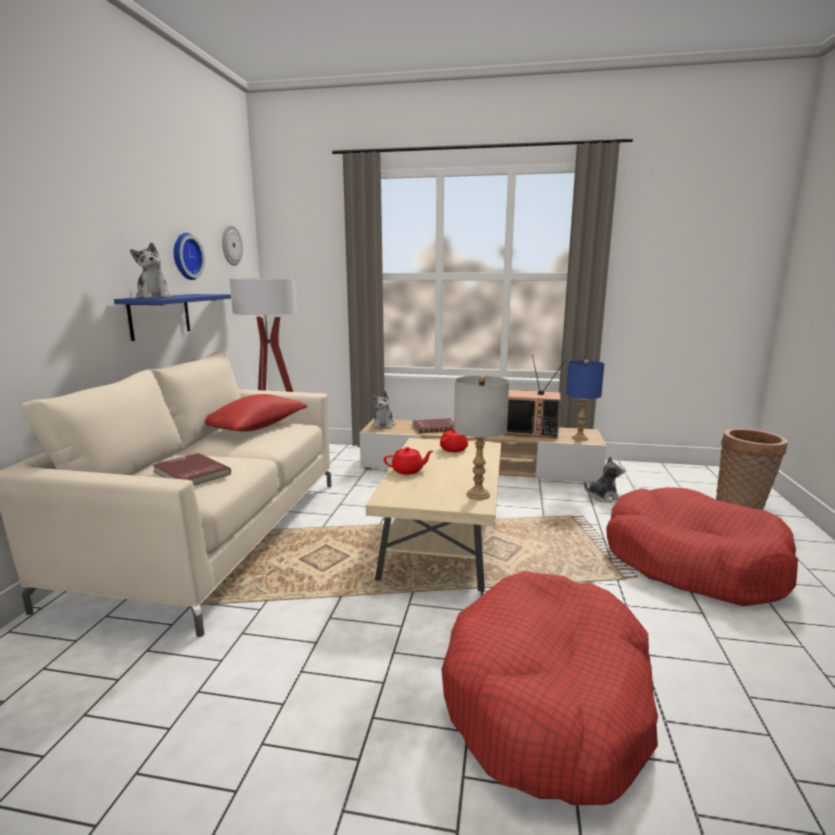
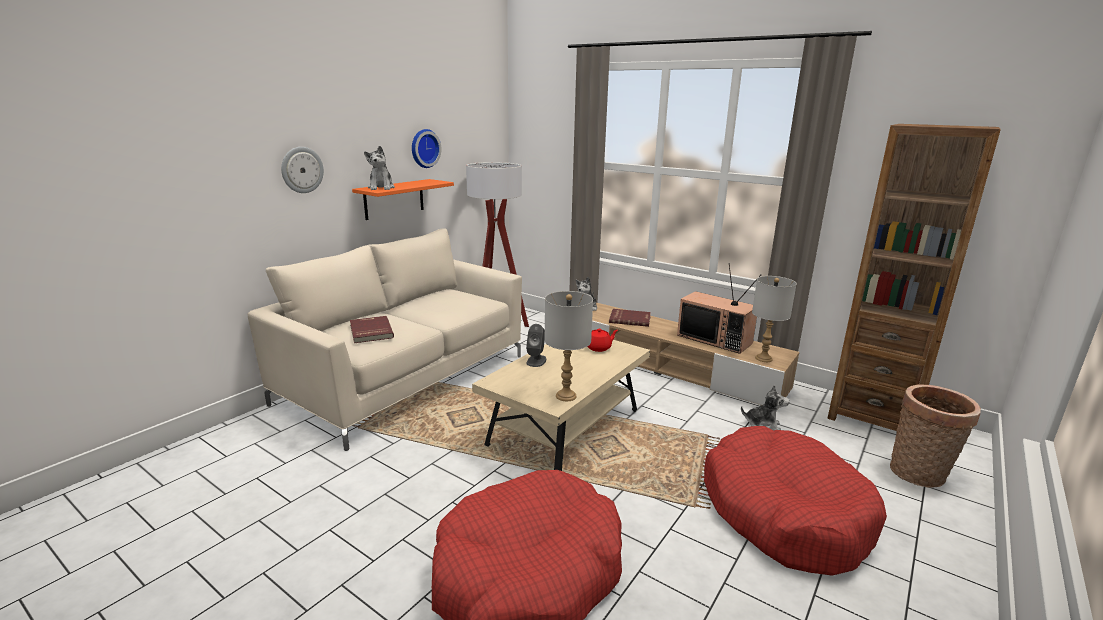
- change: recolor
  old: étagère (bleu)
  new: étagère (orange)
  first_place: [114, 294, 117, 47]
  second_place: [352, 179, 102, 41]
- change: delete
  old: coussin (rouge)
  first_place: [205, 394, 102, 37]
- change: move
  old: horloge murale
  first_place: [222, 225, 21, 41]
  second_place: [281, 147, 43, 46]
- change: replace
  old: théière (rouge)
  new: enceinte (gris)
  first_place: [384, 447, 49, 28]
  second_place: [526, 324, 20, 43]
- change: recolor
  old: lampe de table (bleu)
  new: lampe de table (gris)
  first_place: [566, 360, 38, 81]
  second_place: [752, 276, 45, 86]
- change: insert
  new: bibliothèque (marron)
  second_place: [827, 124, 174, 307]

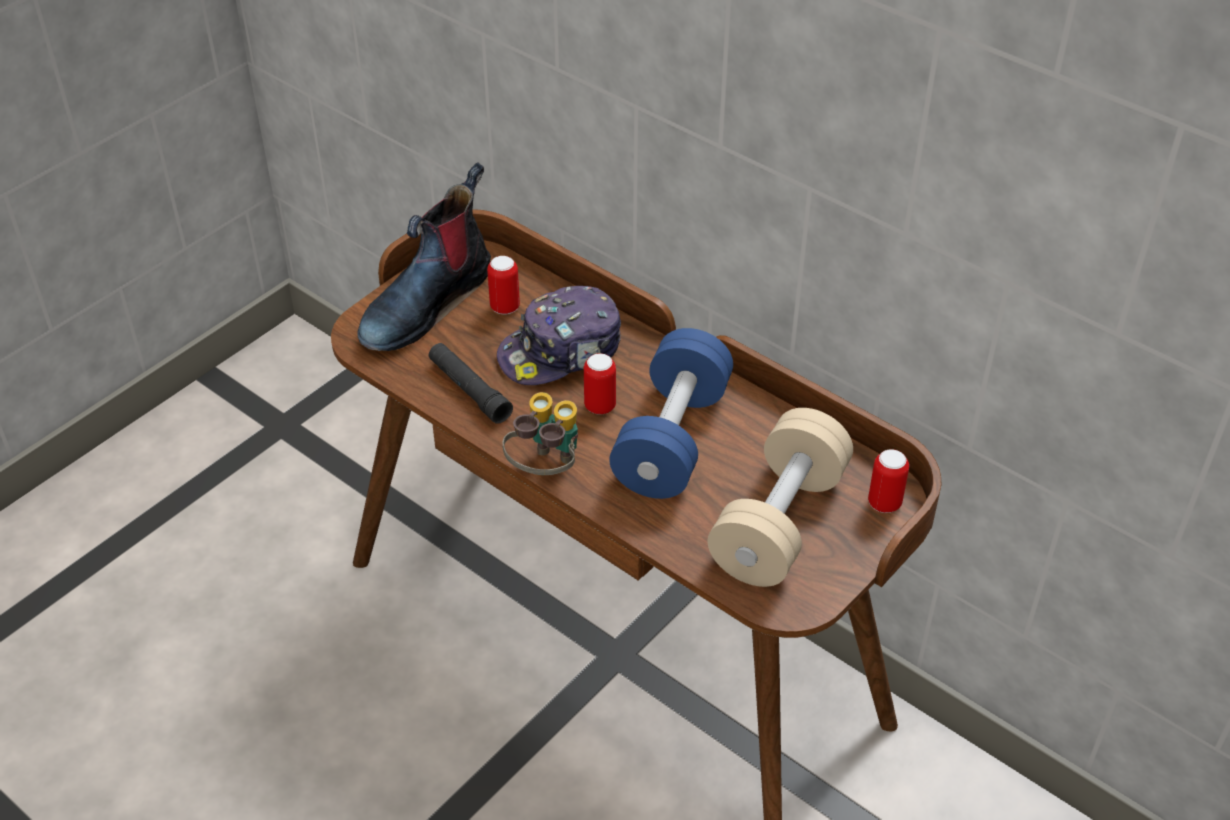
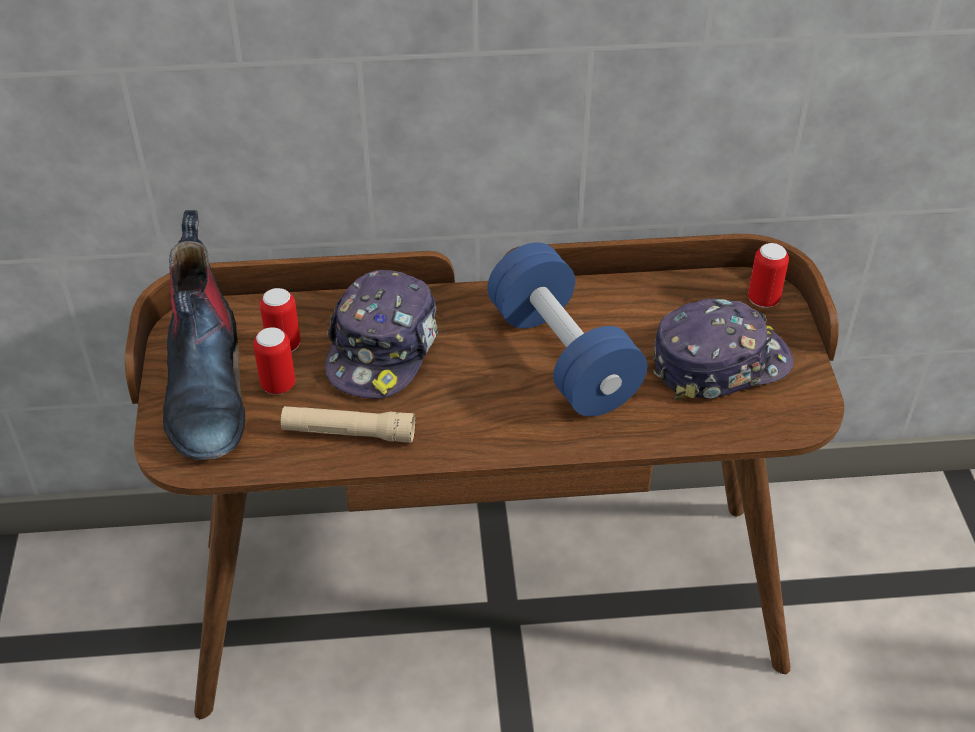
- change: recolor
  old: lampe de poche (noir)
  new: lampe de poche (beige)
  first_place: [429, 343, 84, 81]
  second_place: [281, 406, 134, 37]
- change: delete
  old: jumelles
  first_place: [503, 392, 75, 83]
- change: move
  old: boîte métallique
  first_place: [584, 353, 32, 62]
  second_place: [253, 327, 42, 67]
- change: replace
  old: haltère (beige)
  new: casquette
  first_place: [707, 408, 146, 179]
  second_place: [653, 298, 141, 102]

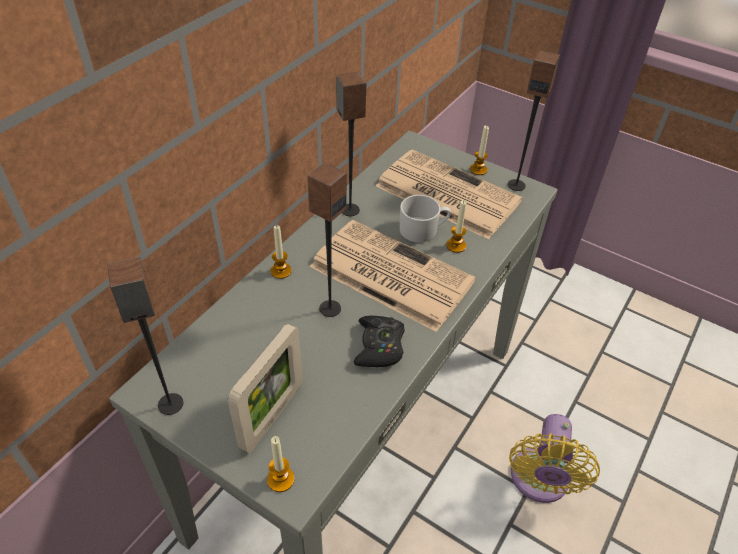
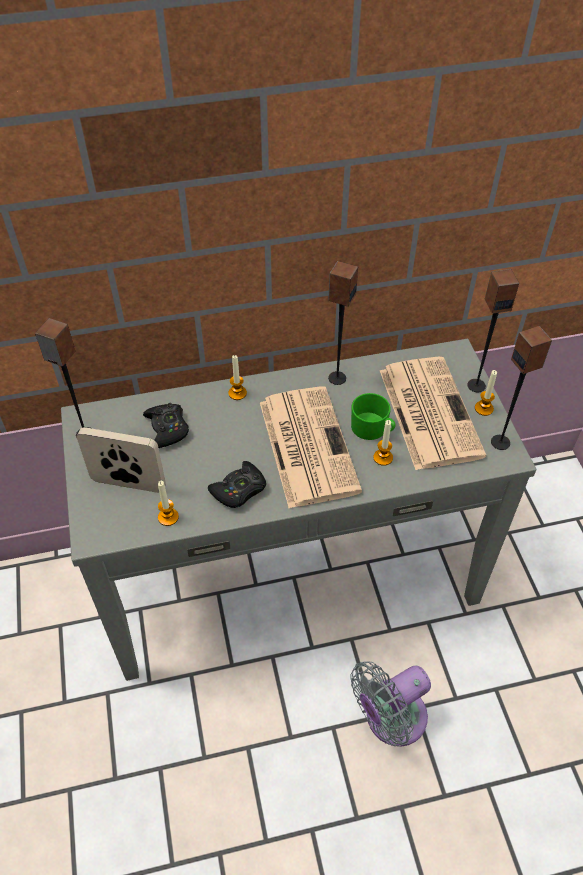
- change: rotate
  old: cadre photo
  first_place: [228, 324, 74, 129]
  second_place: [77, 427, 89, 66]
  degrees: -150
- change: move
  old: bougie
  first_place: [267, 436, 27, 56]
  second_place: [158, 481, 21, 45]
- change: move
  old: enceinte
  first_place: [307, 163, 40, 154]
  second_place: [467, 269, 52, 123]
- change: recolor
  old: mug (blanc)
  new: mug (vert)
  first_place: [400, 195, 51, 48]
  second_place: [351, 393, 44, 47]
- change: recolor
  old: ventilateur (jaune)
  new: ventilateur (gris)
  first_place: [509, 414, 91, 89]
  second_place: [351, 661, 80, 86]
- change: insert
  new: manette (noir)
  second_place: [143, 403, 46, 45]

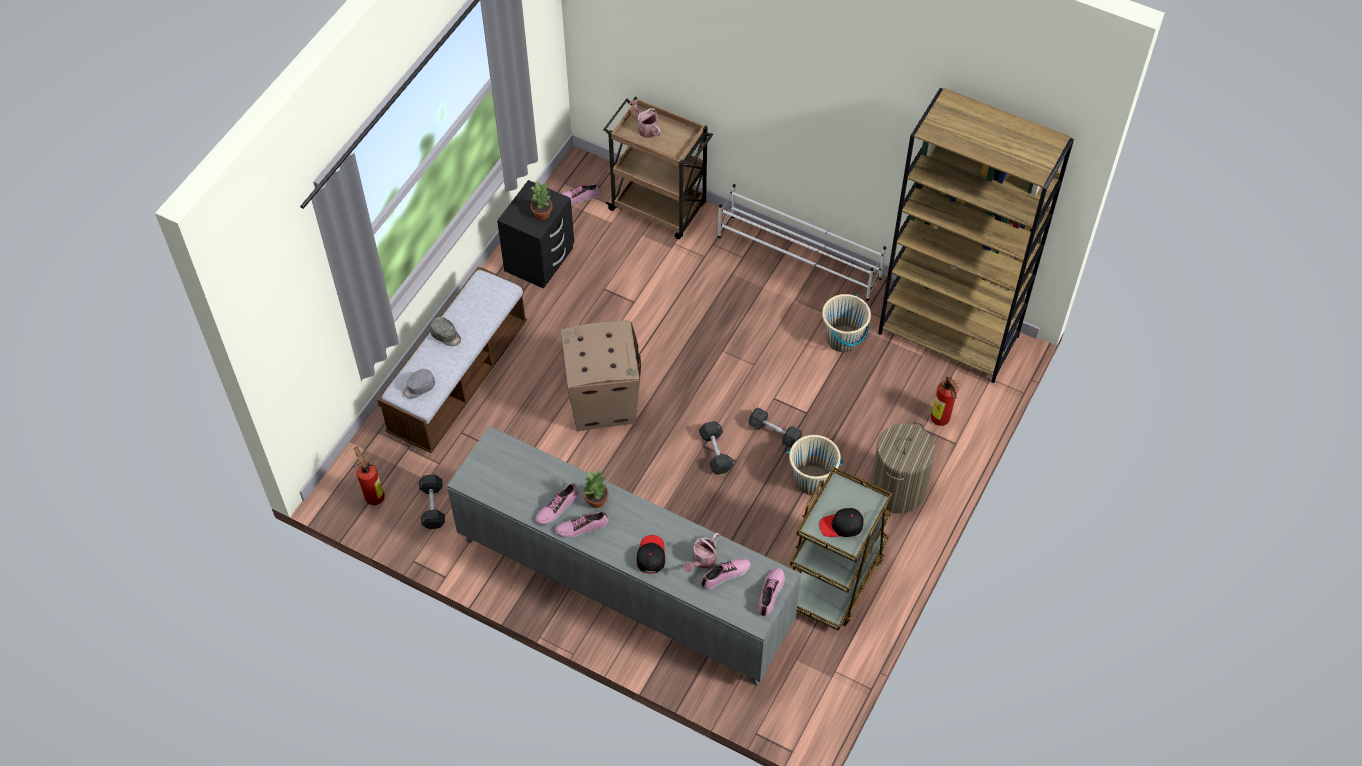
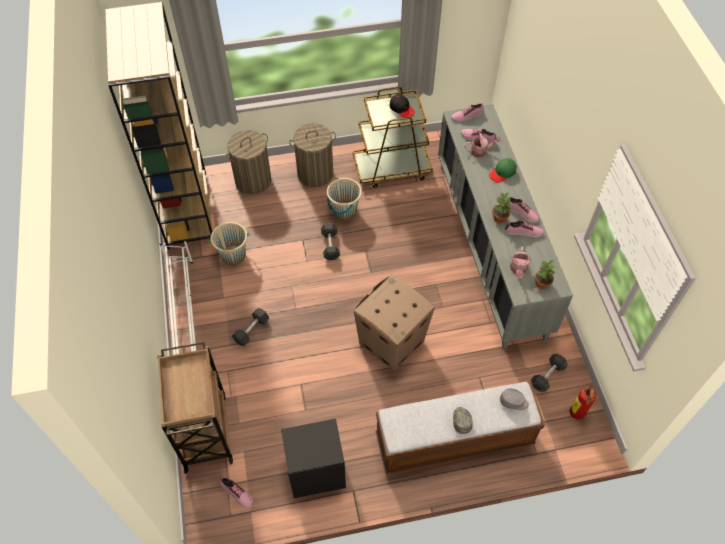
- change: move
  old: plante en pot
  first_place: [530, 181, 22, 39]
  second_place: [535, 260, 22, 29]
- change: move
  old: arrosoir
  first_place: [629, 99, 32, 39]
  second_place: [510, 247, 21, 31]
- change: recolor
  old: casquette (noir)
  new: casquette (vert)
  first_place: [637, 535, 28, 39]
  second_place: [489, 158, 28, 25]
- change: move
  old: haltère (gris)
  first_place: [699, 421, 35, 53]
  second_place: [232, 308, 37, 38]
- change: replace
  old: extincteur
  new: panier à linge
  first_place: [931, 377, 29, 49]
  second_place: [226, 130, 45, 64]

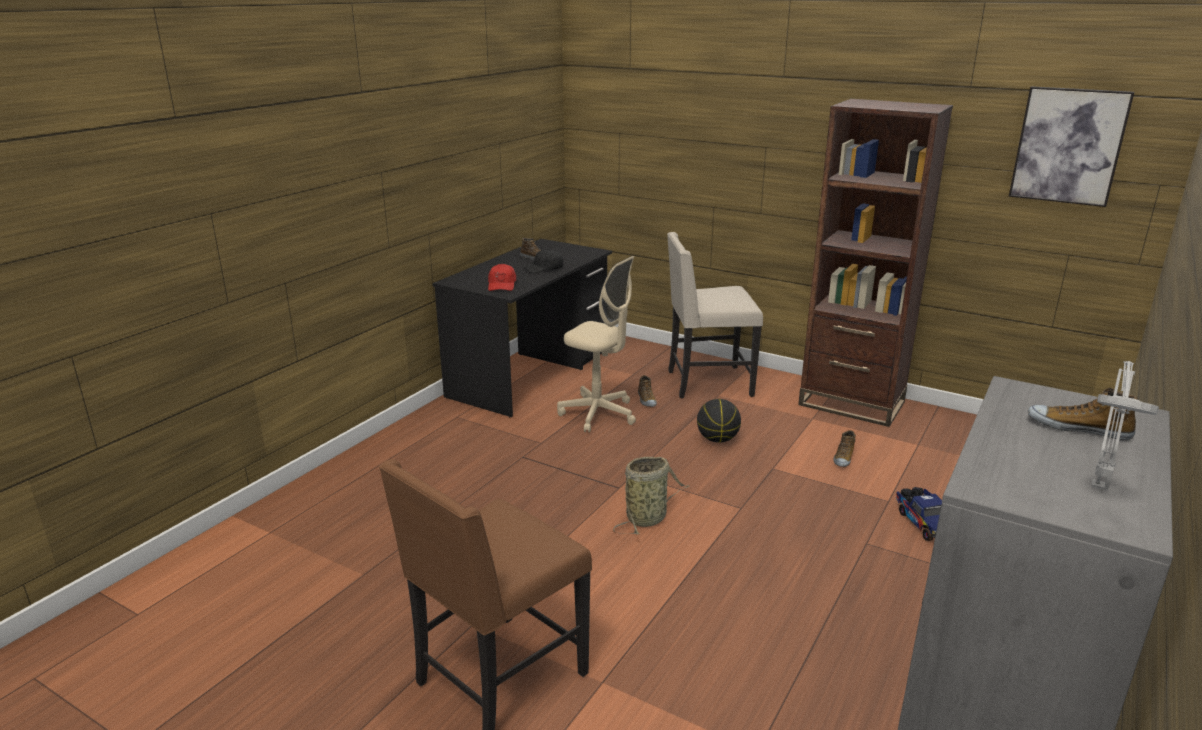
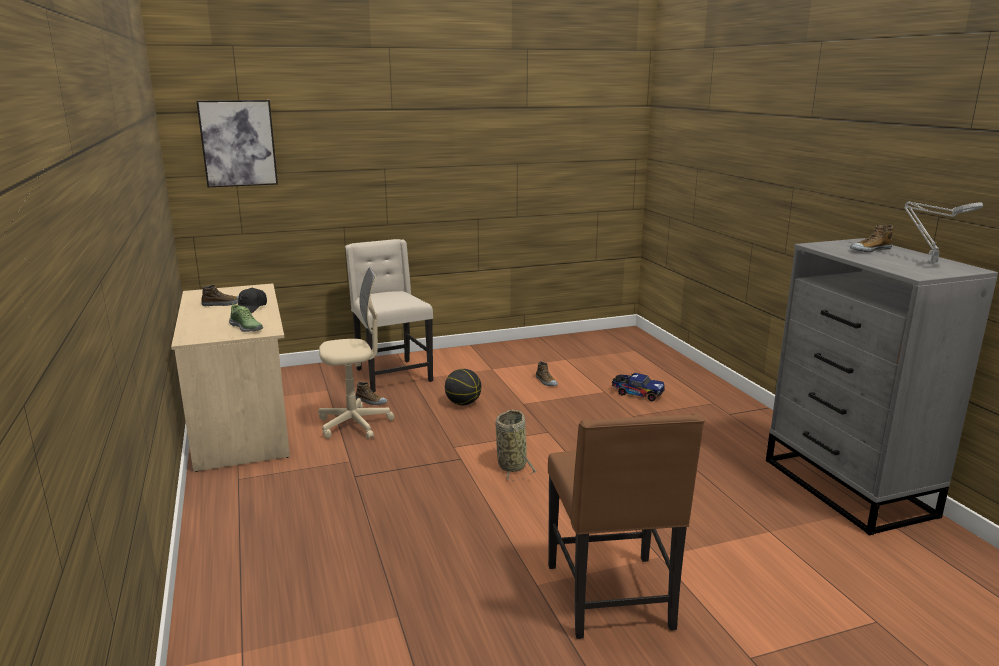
- change: recolor
  old: bureau (noir)
  new: bureau (beige)
  first_place: [432, 239, 180, 178]
  second_place: [171, 283, 119, 189]
- change: replace
  old: casquette (rouge)
  new: chaussure
  first_place: [488, 264, 28, 27]
  second_place: [229, 303, 34, 29]
- change: rotate
  old: chaise (beige)
  first_place: [667, 232, 96, 166]
  second_place: [345, 239, 88, 154]
  degrees: 120
- change: delete
  old: bibliothèque (marron)
  first_place: [798, 99, 155, 328]
- change: move
  old: tableau
  first_place: [1009, 86, 125, 121]
  second_place: [196, 100, 82, 87]

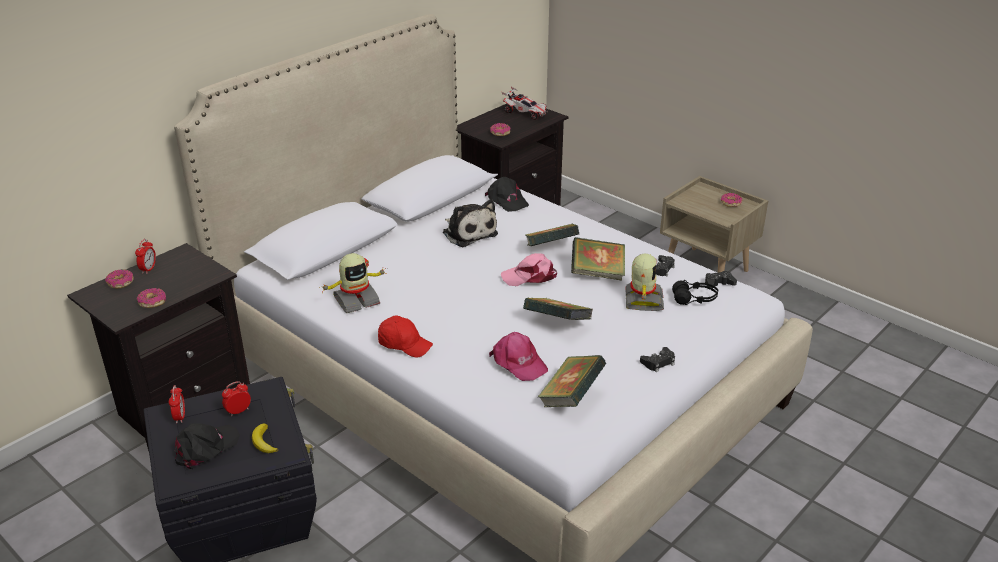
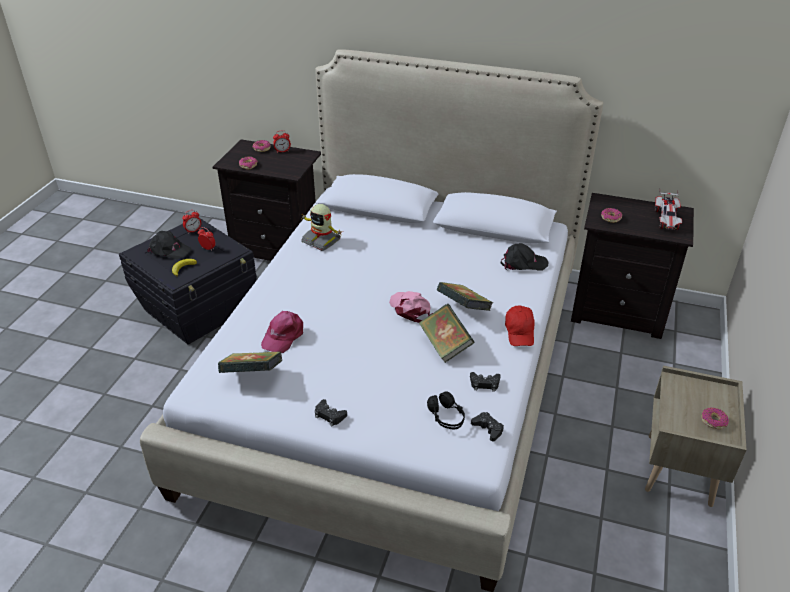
- change: move
  old: casquette (rouge)
  first_place: [378, 315, 55, 42]
  second_place: [505, 305, 30, 41]
- change: delete
  old: peluche
  first_place: [443, 199, 55, 48]
- change: rotate
  old: casquette (noir)
  first_place: [485, 177, 44, 35]
  second_place: [501, 243, 48, 28]
  degrees: -120
- change: delete
  old: livre
  first_place: [523, 298, 70, 22]
- change: delete
  old: robot jouet
  first_place: [625, 254, 39, 57]

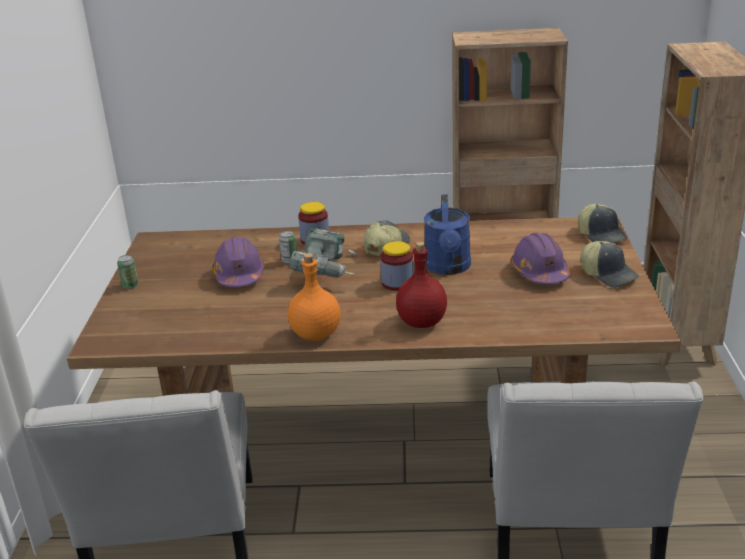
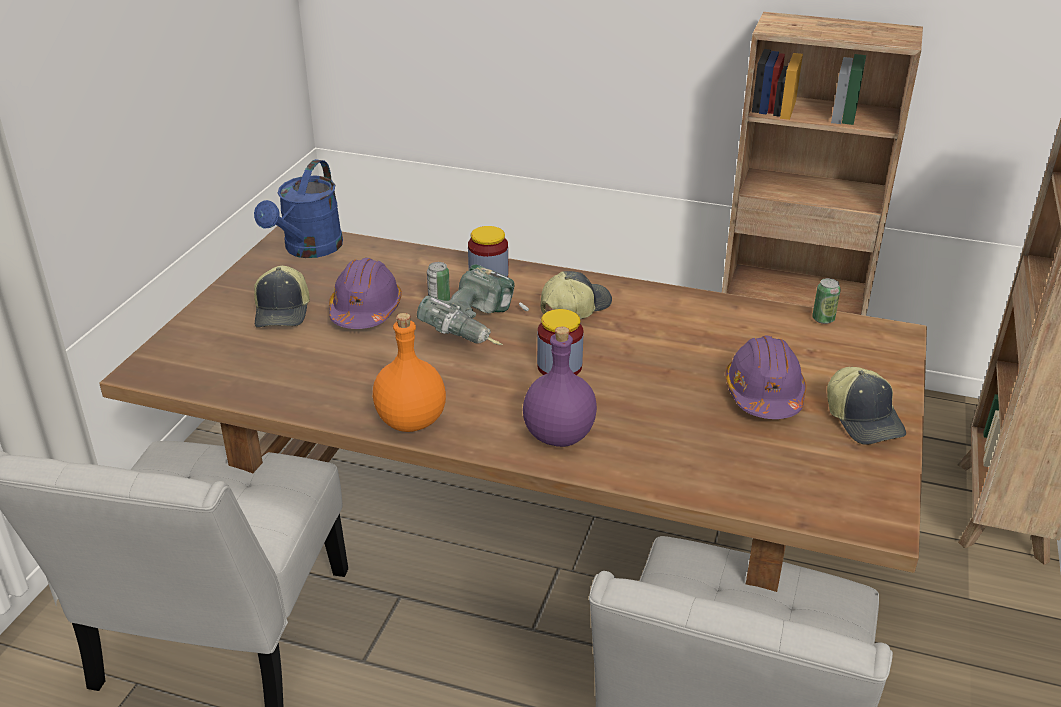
- change: move
  old: boîte métallique
  first_place: [117, 255, 22, 34]
  second_place: [812, 278, 29, 46]
- change: recolor
  old: bouteille (rouge)
  new: bouteille (violet)
  first_place: [396, 241, 51, 87]
  second_place: [523, 327, 74, 120]
- change: move
  old: arrosoir (bleu)
  first_place: [424, 194, 47, 81]
  second_place: [254, 159, 89, 99]
- change: move
  old: casquette
  first_place: [578, 204, 49, 39]
  second_place: [254, 266, 55, 62]

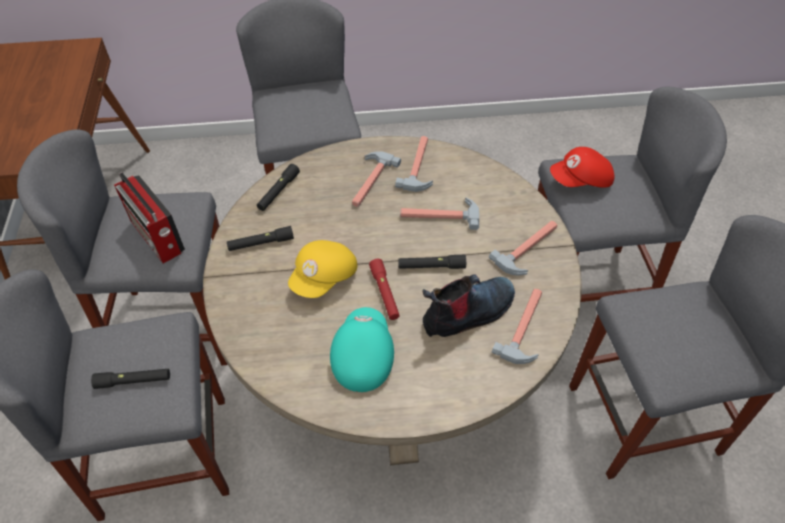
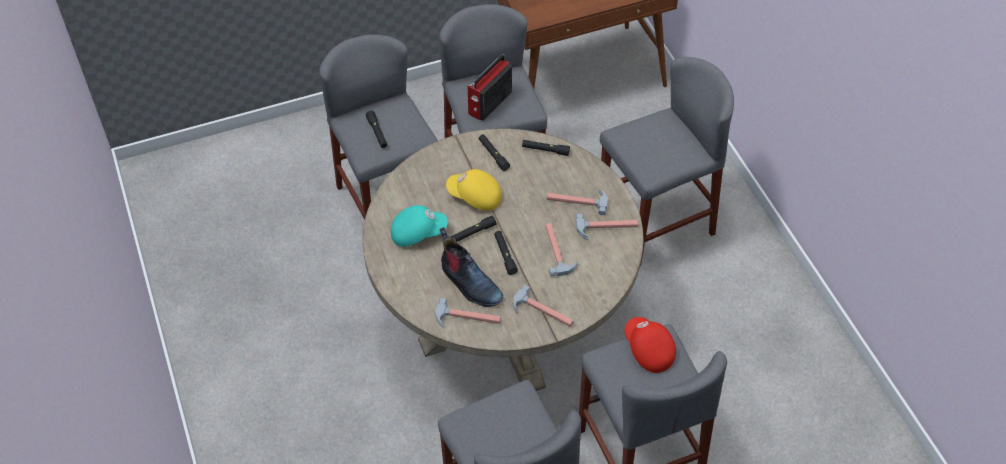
- change: recolor
  old: lampe de poche (rouge)
  new: lampe de poche (noir)
  first_place: [369, 259, 31, 61]
  second_place: [450, 216, 46, 26]

